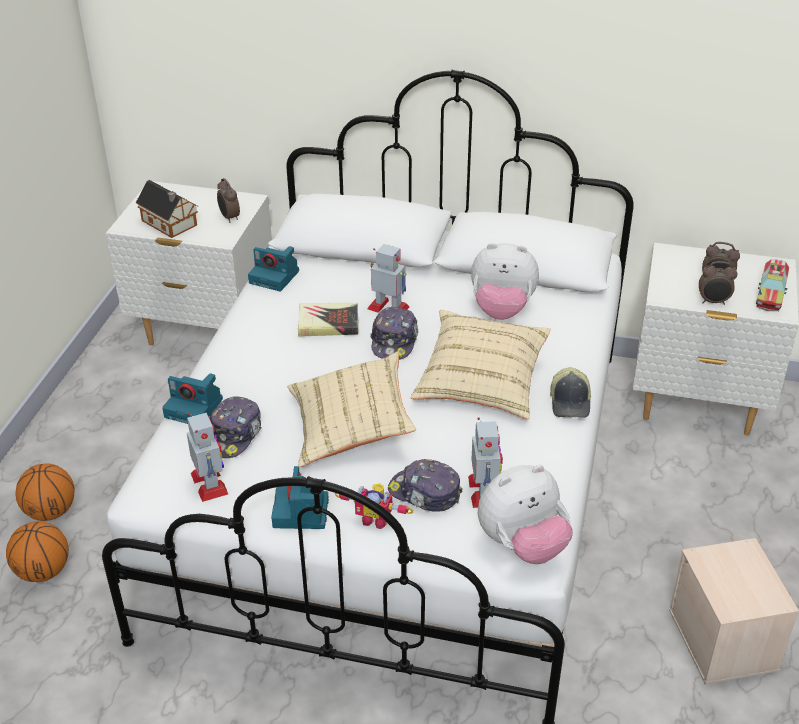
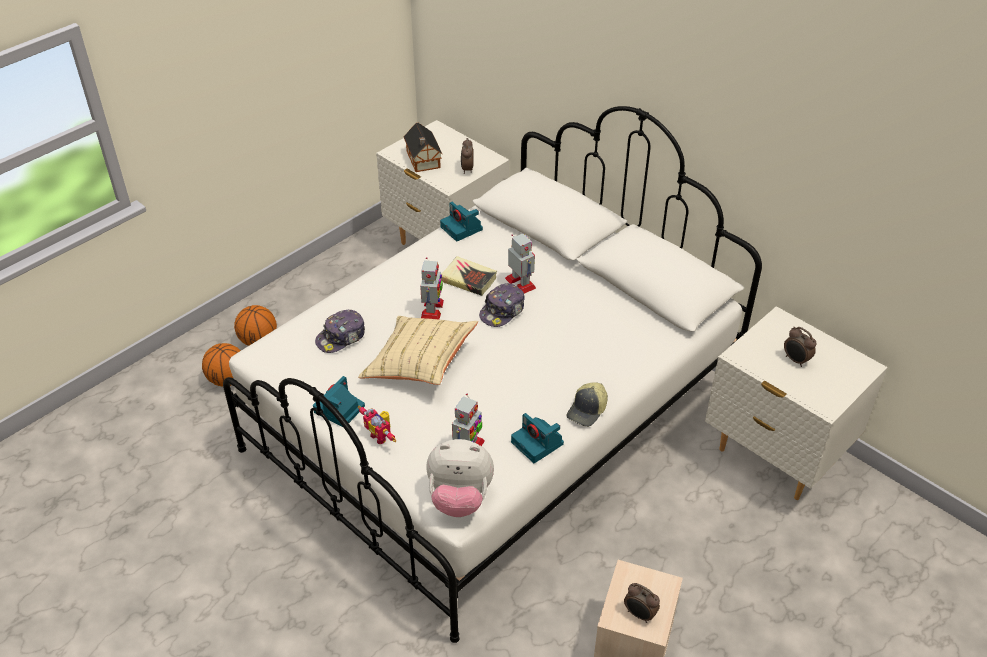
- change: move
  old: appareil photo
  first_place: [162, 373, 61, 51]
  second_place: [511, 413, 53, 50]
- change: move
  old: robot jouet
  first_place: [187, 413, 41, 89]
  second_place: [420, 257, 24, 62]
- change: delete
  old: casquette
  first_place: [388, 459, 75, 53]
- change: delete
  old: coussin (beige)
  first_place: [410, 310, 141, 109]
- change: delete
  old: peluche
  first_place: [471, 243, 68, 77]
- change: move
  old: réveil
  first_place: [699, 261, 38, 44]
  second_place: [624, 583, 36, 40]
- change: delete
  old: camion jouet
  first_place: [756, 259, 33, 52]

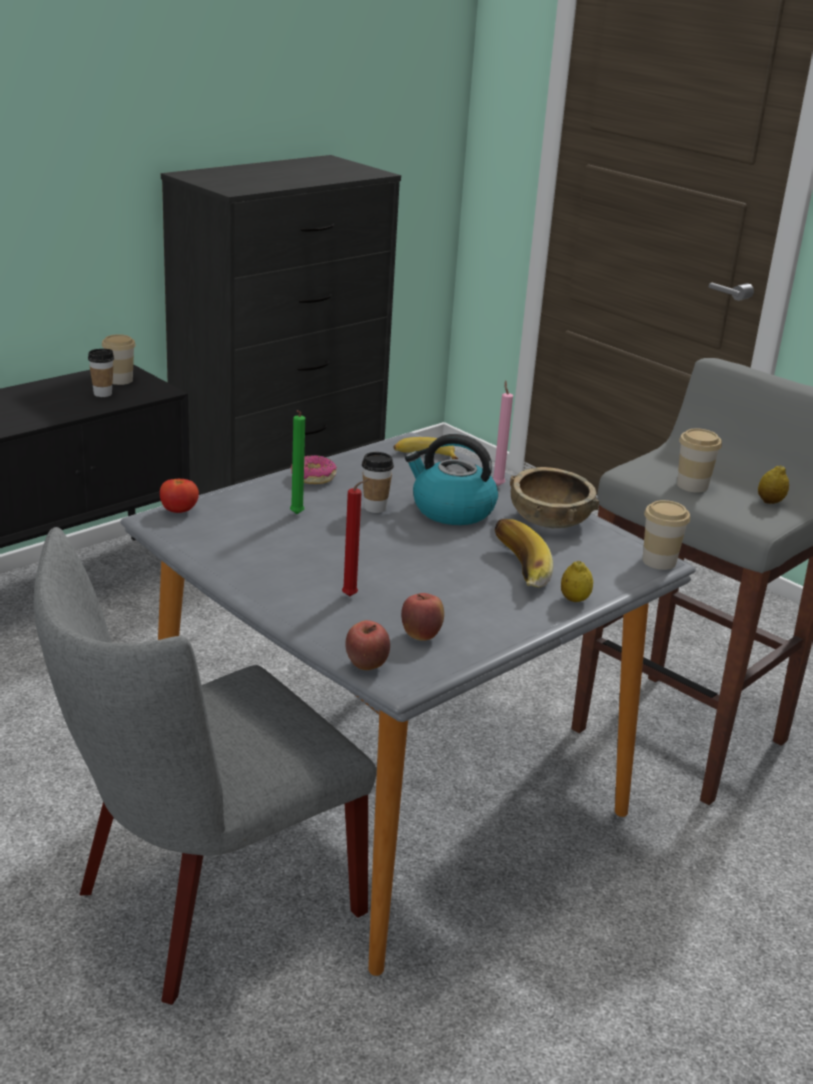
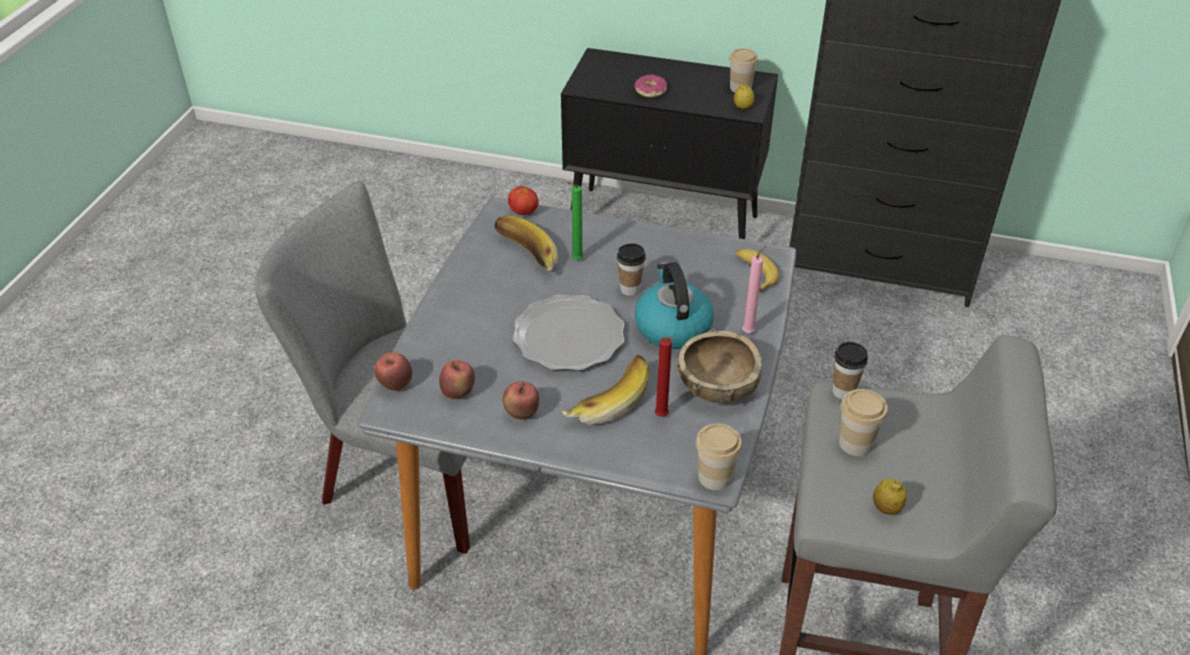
- change: move
  old: tasse
  first_place: [88, 349, 26, 48]
  second_place: [832, 342, 36, 58]
- change: move
  old: beignet
  first_place: [291, 455, 46, 29]
  second_place: [635, 75, 32, 22]
- change: move
  old: bougie (rouge)
  first_place: [342, 479, 28, 117]
  second_place: [655, 337, 19, 80]
- change: move
  old: citron
  first_place: [561, 561, 32, 41]
  second_place: [734, 83, 20, 26]
- change: insert
  new: banane
  second_place: [494, 216, 64, 56]
- change: insert
  new: pomme
  second_place: [503, 381, 36, 38]
- change: insert
  new: assiette
  second_place: [512, 294, 112, 77]

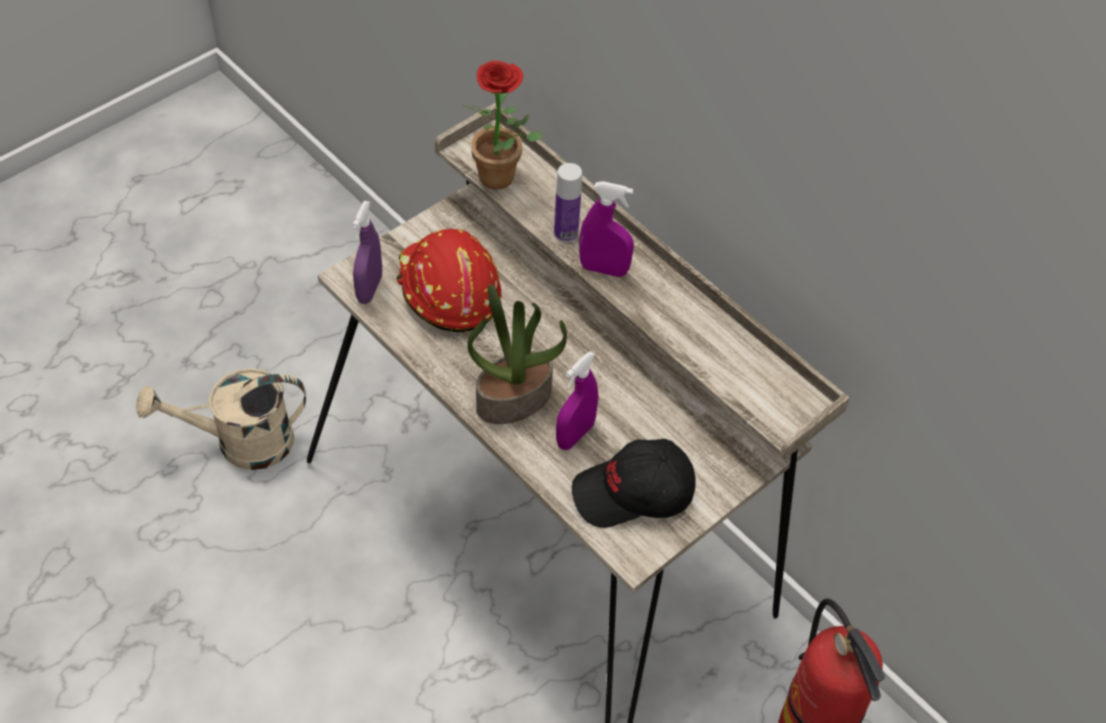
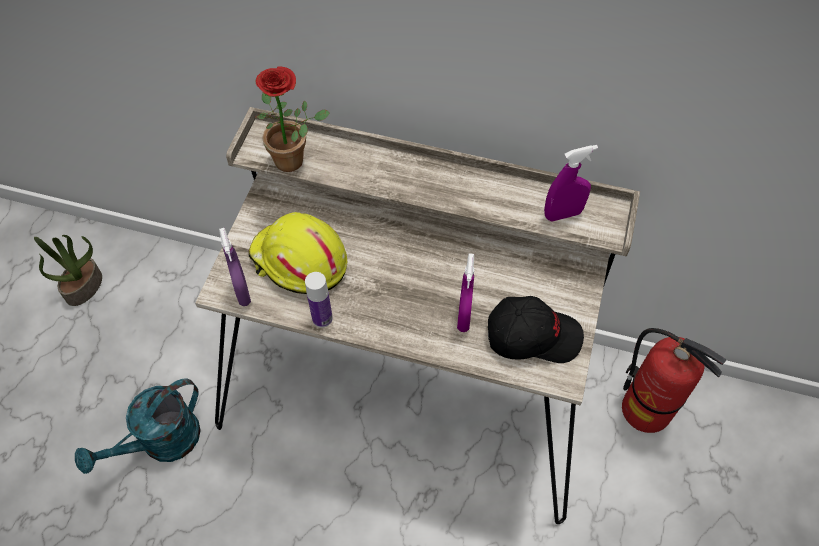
- change: recolor
  old: arrosoir (beige)
  new: arrosoir (turquoise)
  first_place: [136, 368, 170, 102]
  second_place: [75, 378, 126, 96]
- change: recolor
  old: casque de chantier (rouge)
  new: casque de chantier (jaune)
  first_place: [396, 229, 106, 103]
  second_place: [249, 212, 98, 82]
- change: move
  old: plante en pot
  first_place: [467, 284, 100, 140]
  second_place: [34, 235, 68, 71]
- change: move
  old: bouteille
  first_place: [554, 163, 28, 80]
  second_place: [305, 272, 28, 56]
- change: rotate
  old: casquette (noir)
  first_place: [572, 439, 124, 89]
  second_place: [488, 296, 96, 67]
  degrees: -135
- change: move
  old: vaporisateur (violet)
  first_place: [579, 181, 55, 96]
  second_place: [544, 145, 54, 76]

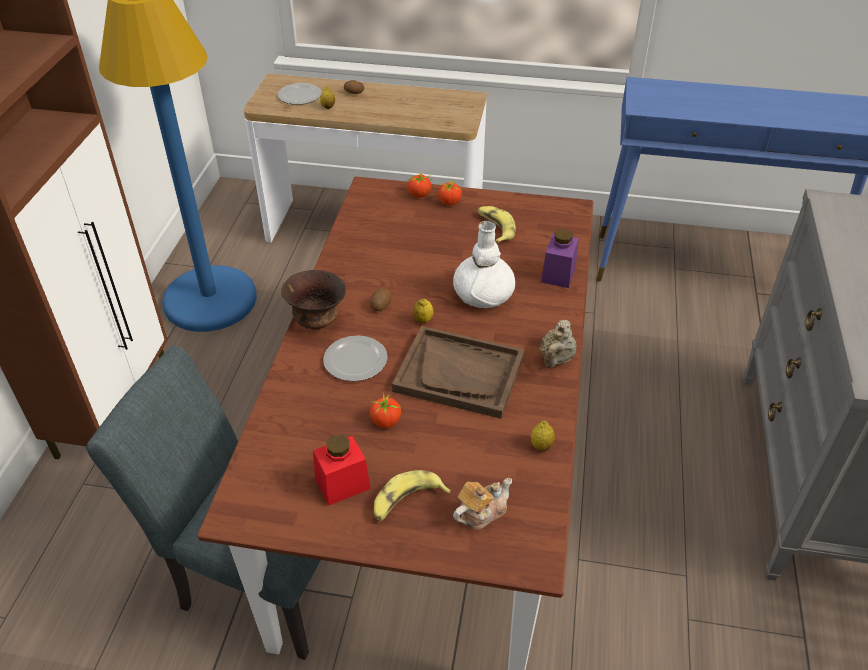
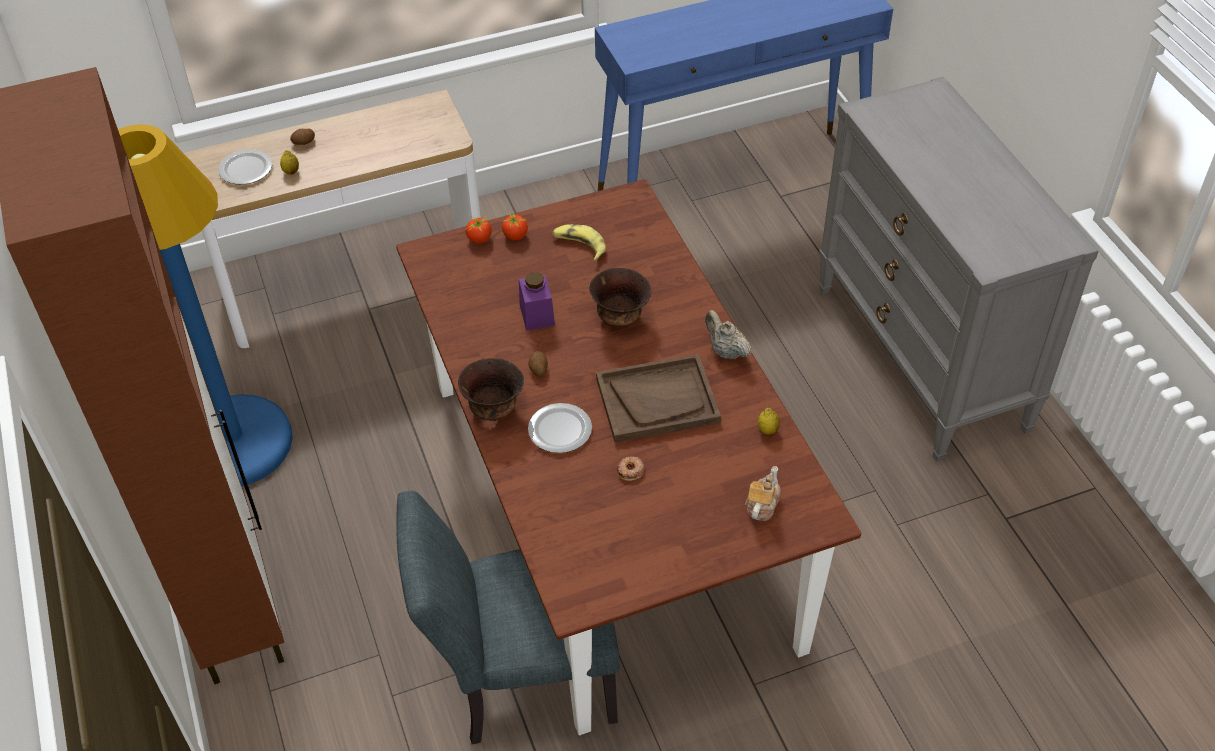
- change: delete
  old: bocal (rouge)
  first_place: [313, 435, 57, 71]
- change: replace
  old: tomate
  new: beignet
  first_place: [370, 393, 31, 35]
  second_place: [617, 456, 27, 25]
- change: delete
  old: banane
  first_place: [374, 470, 77, 52]
- change: delete
  old: citron
  first_place: [413, 299, 20, 24]
- change: replace
  old: vase (blanc)
  new: bol (marron)
  first_place: [453, 221, 62, 87]
  second_place: [589, 268, 62, 59]
- change: rotate
  old: théière (beige)
  first_place: [540, 320, 37, 49]
  second_place: [705, 310, 47, 49]
  degrees: 150
- change: move
  old: bocal (violet)
  first_place: [541, 229, 38, 59]
  second_place: [519, 272, 36, 59]

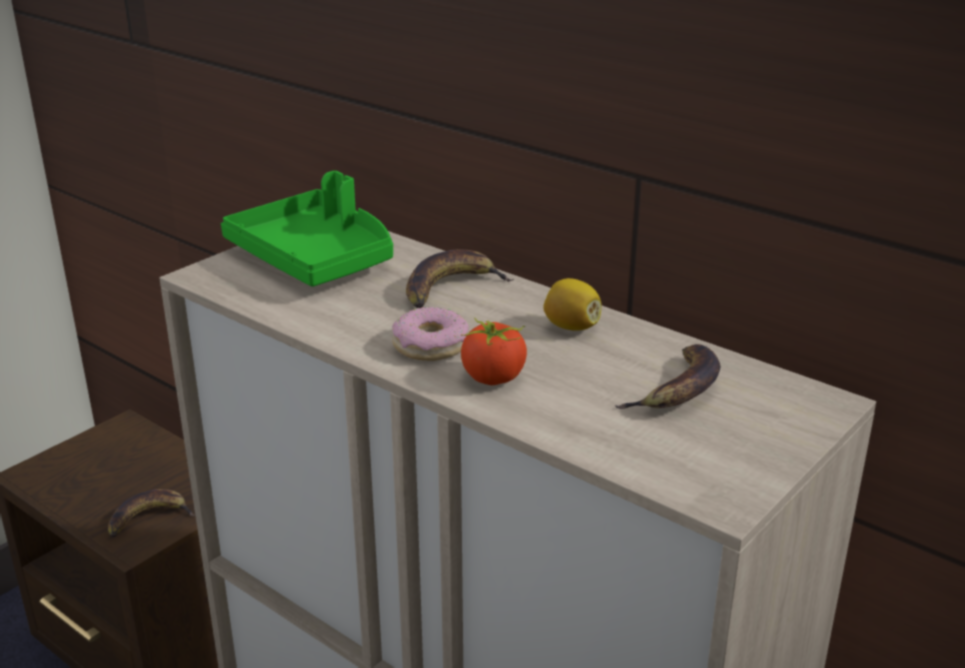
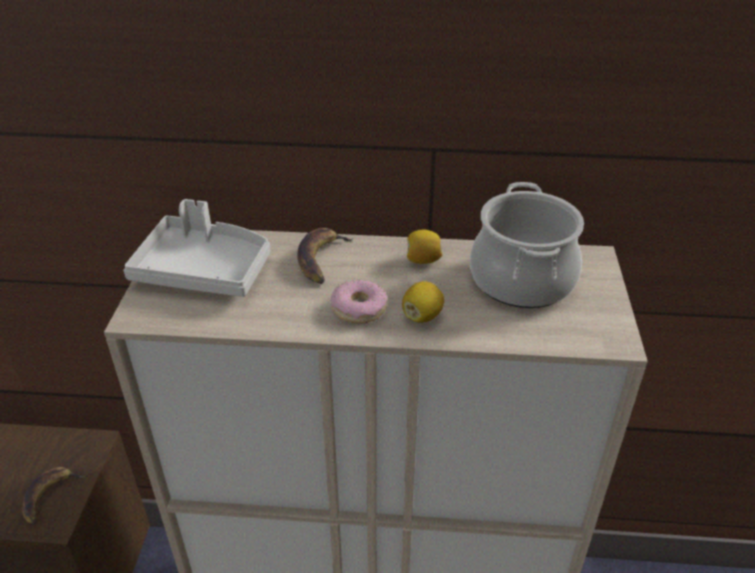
- change: recolor
  old: plateau (vert)
  new: plateau (gris)
  first_place: [221, 171, 172, 116]
  second_place: [123, 199, 148, 98]
- change: replace
  old: tomate
  new: citron
  first_place: [461, 317, 66, 68]
  second_place: [402, 281, 42, 42]
- change: replace
  old: banane
  new: marmite
  first_place: [615, 344, 106, 65]
  second_place: [470, 182, 114, 126]

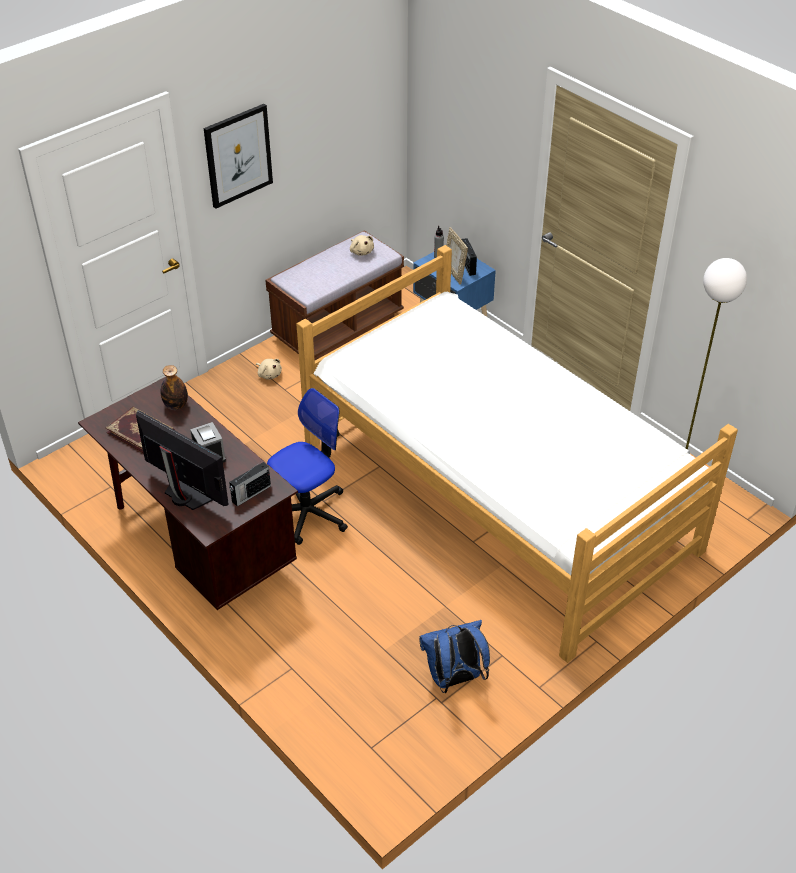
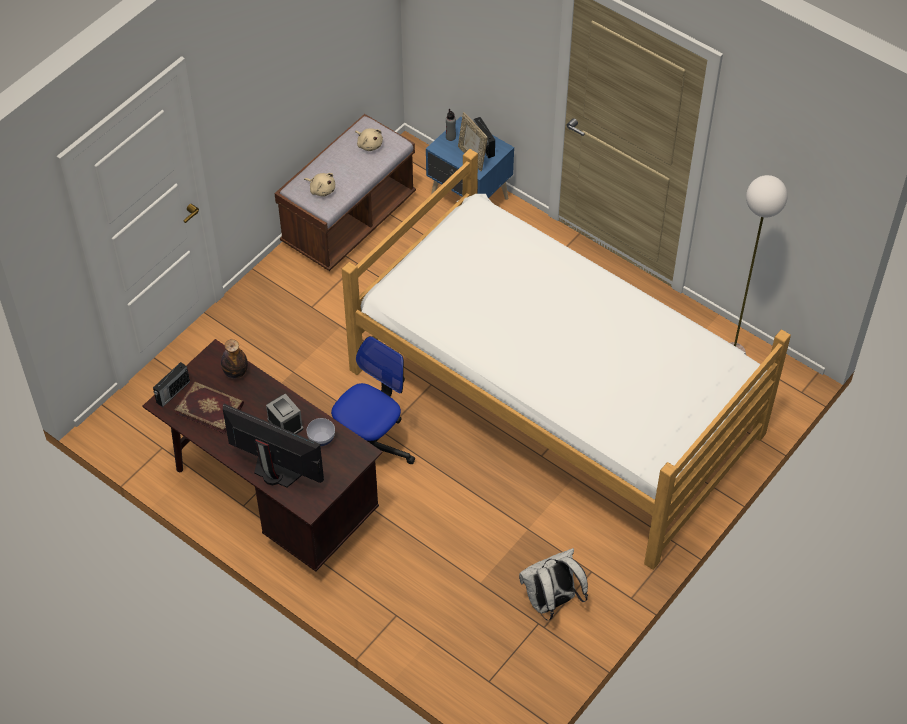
- change: delete
  old: tableau
  first_place: [204, 104, 69, 105]
- change: move
  old: radio
  first_place: [229, 462, 42, 45]
  second_place: [153, 362, 37, 45]
- change: move
  old: peluche (beige)
  first_place: [256, 359, 26, 21]
  second_place: [304, 173, 31, 24]
- change: recolor
  old: sac à dos (bleu)
  new: sac à dos (blanc)
  first_place: [419, 620, 71, 73]
  second_place: [519, 548, 69, 73]
- change: insert
  new: bol
  second_place: [307, 418, 28, 28]

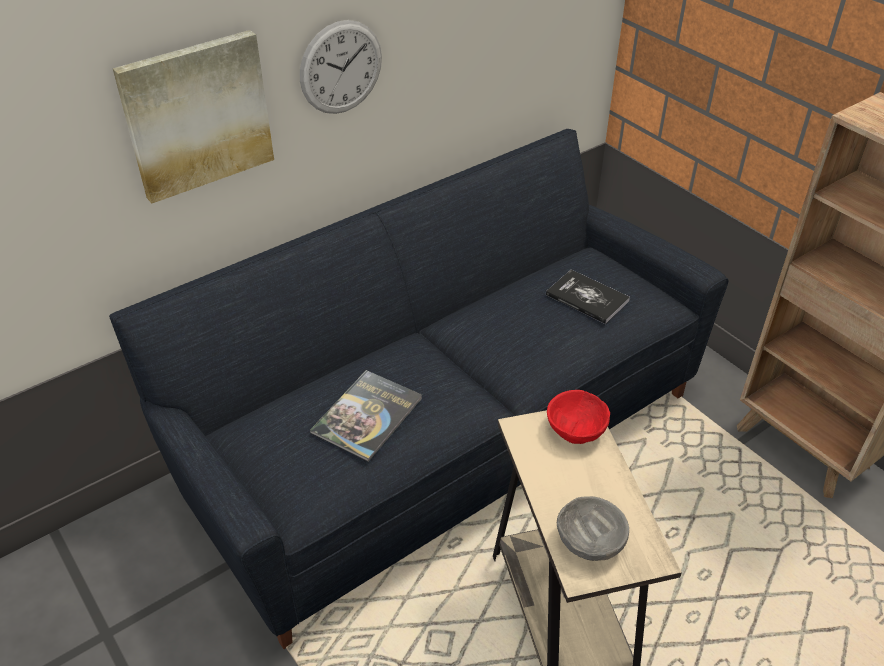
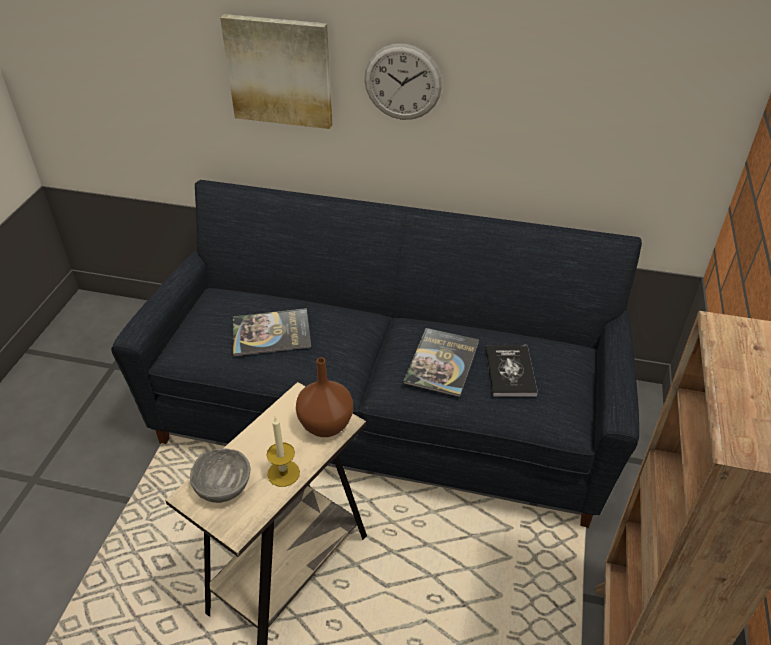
- change: replace
  old: bol (rouge)
  new: vase (marron)
  first_place: [547, 390, 63, 54]
  second_place: [296, 358, 57, 79]
- change: insert
  new: bougie
  second_place: [266, 417, 34, 70]
- change: insert
  new: livre
  second_place: [403, 328, 76, 69]

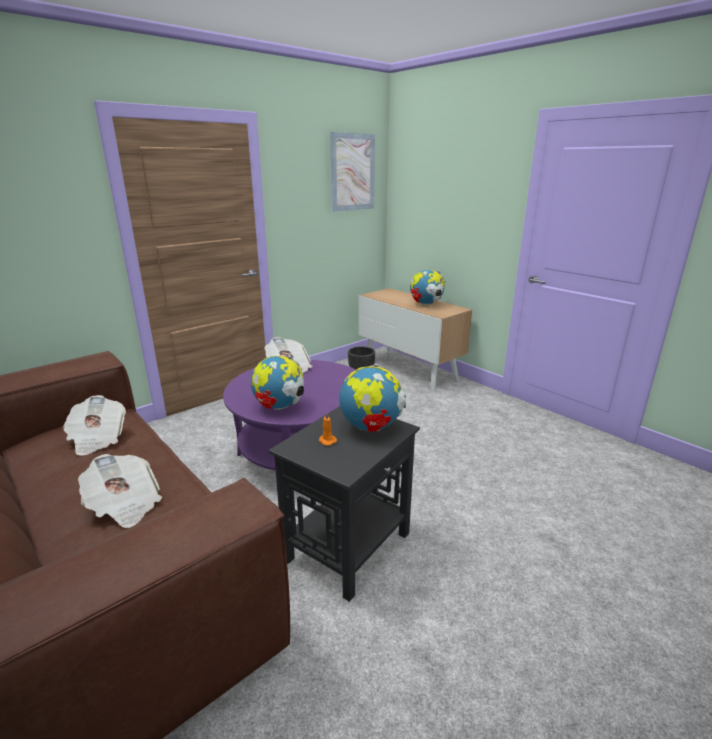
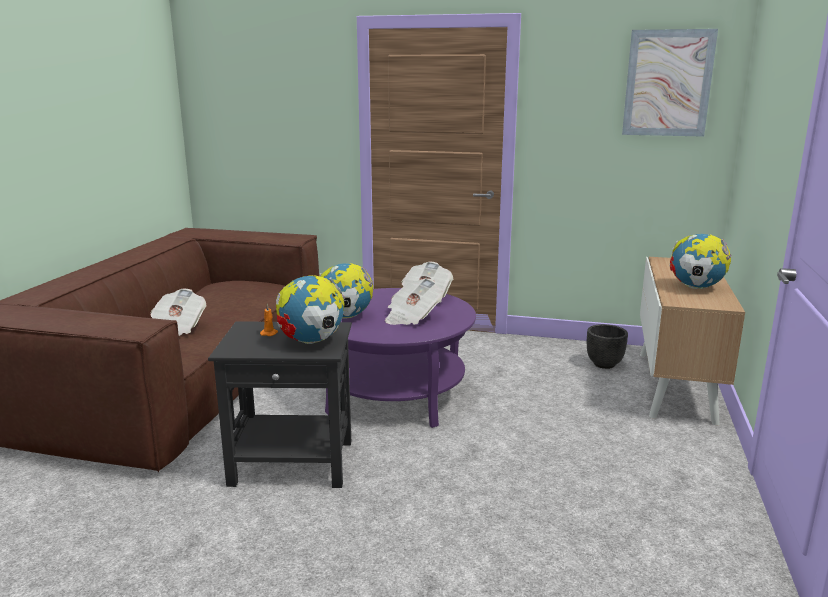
- change: move
  old: journal
  first_place: [63, 395, 63, 61]
  second_place: [385, 278, 58, 47]

